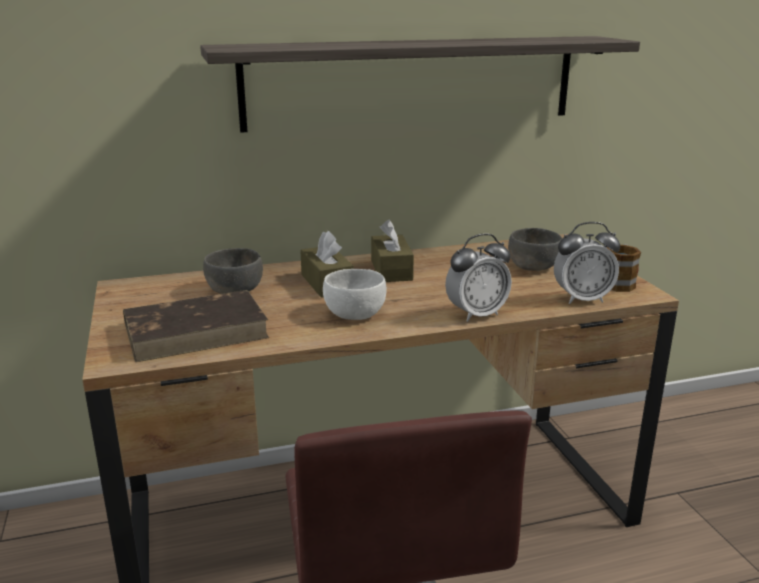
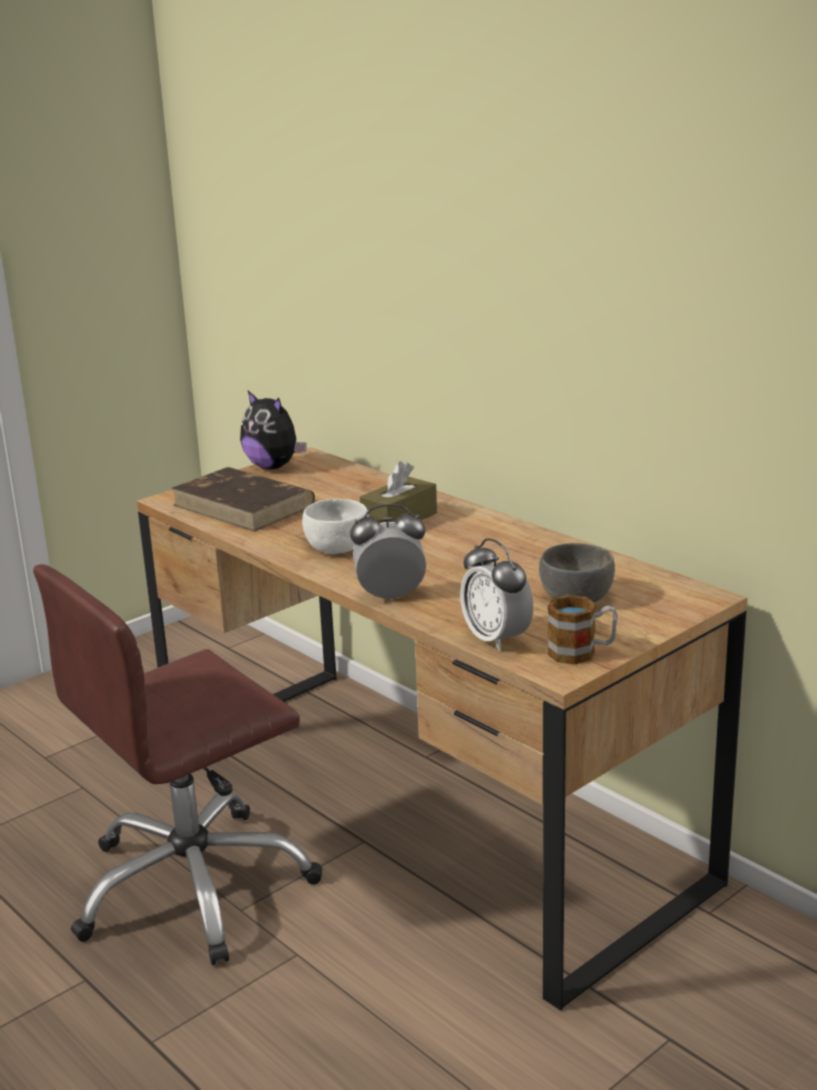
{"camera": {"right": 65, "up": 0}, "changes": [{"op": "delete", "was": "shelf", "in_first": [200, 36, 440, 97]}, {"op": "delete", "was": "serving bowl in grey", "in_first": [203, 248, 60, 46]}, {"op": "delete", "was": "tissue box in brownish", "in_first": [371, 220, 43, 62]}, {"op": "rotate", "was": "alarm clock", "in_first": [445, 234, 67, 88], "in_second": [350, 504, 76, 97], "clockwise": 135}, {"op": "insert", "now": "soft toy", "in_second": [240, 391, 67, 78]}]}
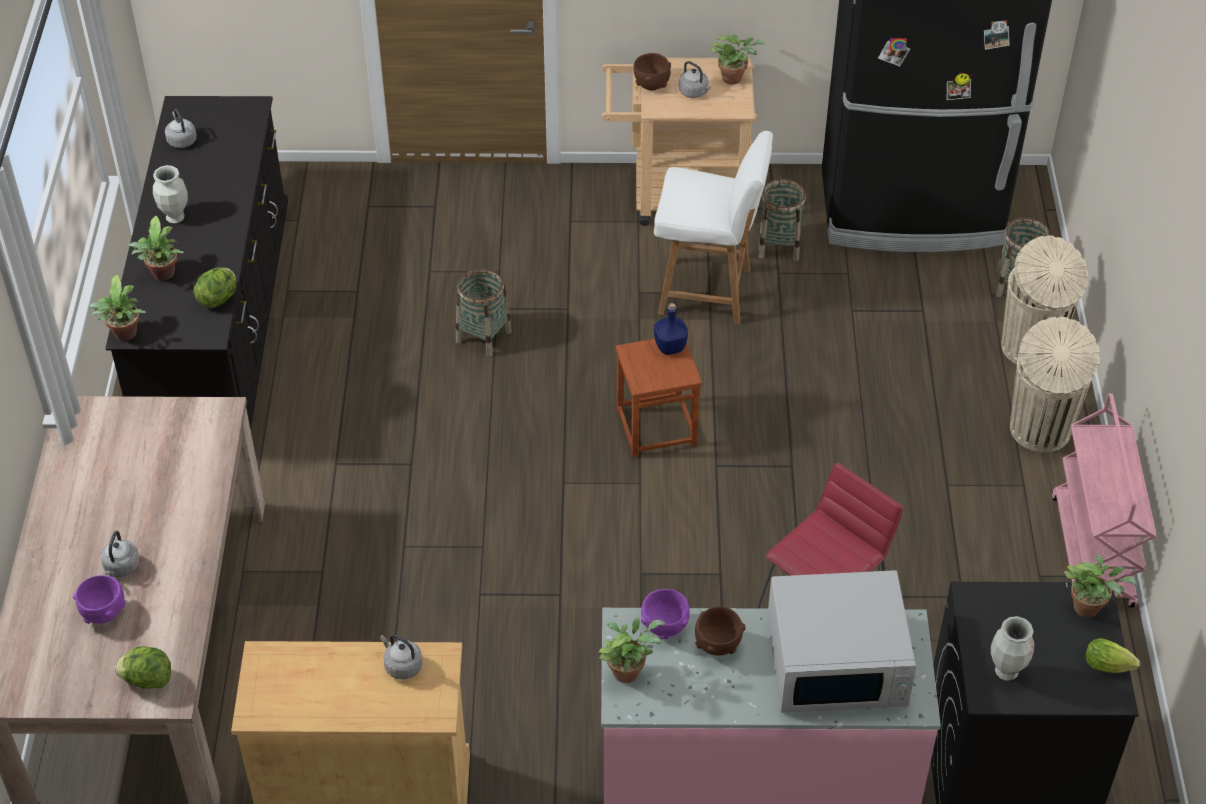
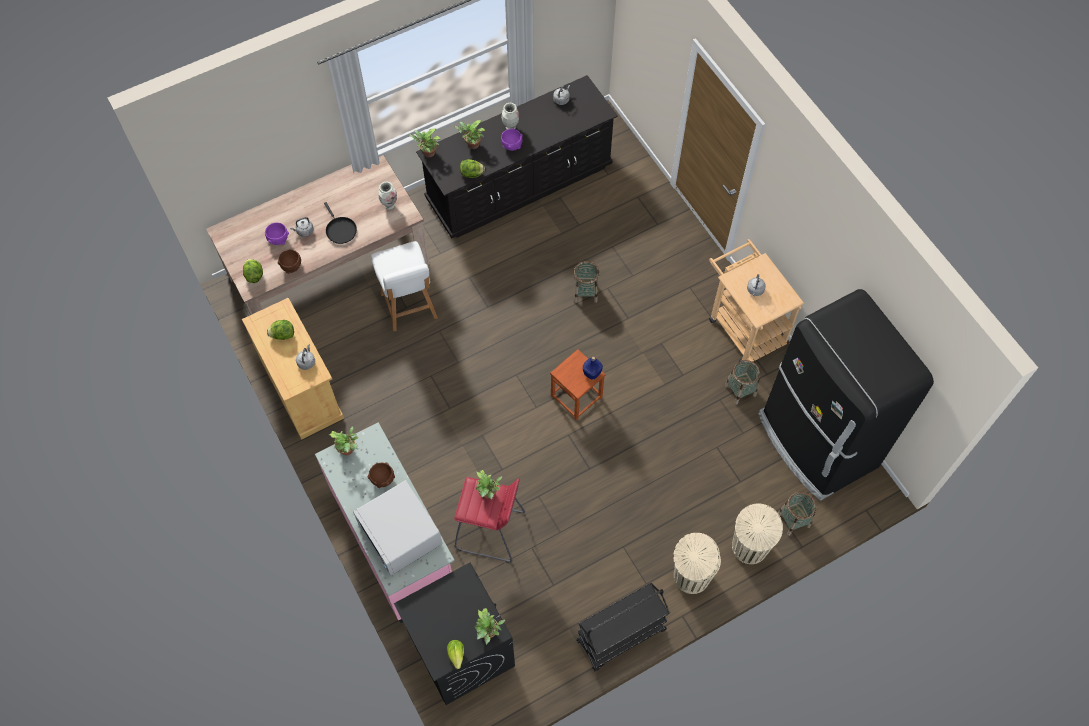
{"camera": {"right": 60, "up": 15}, "changes": [{"op": "move", "was": "serving bowl in brownish", "in_first": [633, 53, 38, 37], "in_second": [277, 249, 24, 25]}, {"op": "move", "was": "serving bowl in purplish", "in_first": [641, 589, 49, 50], "in_second": [501, 129, 22, 22]}, {"op": "move", "was": "plain chair in white", "in_first": [654, 131, 119, 194], "in_second": [371, 241, 67, 91]}, {"op": "move", "was": "houseplant", "in_first": [710, 35, 55, 49], "in_second": [476, 470, 26, 30]}, {"op": "move", "was": "decorative vase", "in_first": [991, 616, 43, 65], "in_second": [378, 182, 19, 28]}, {"op": "recolor", "was": "cart in pink-coloured", "now": "cart in black", "in_first": [1052, 394, 105, 214], "in_second": [576, 583, 94, 88]}, {"op": "insert", "now": "lettuce", "in_second": [267, 320, 27, 20]}, {"op": "insert", "now": "frying pan in black", "in_second": [324, 202, 33, 42]}]}
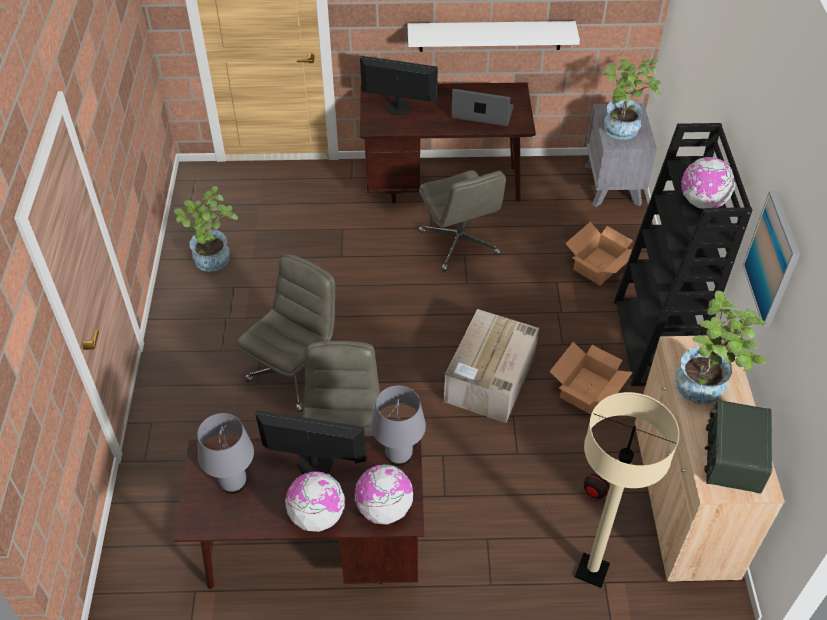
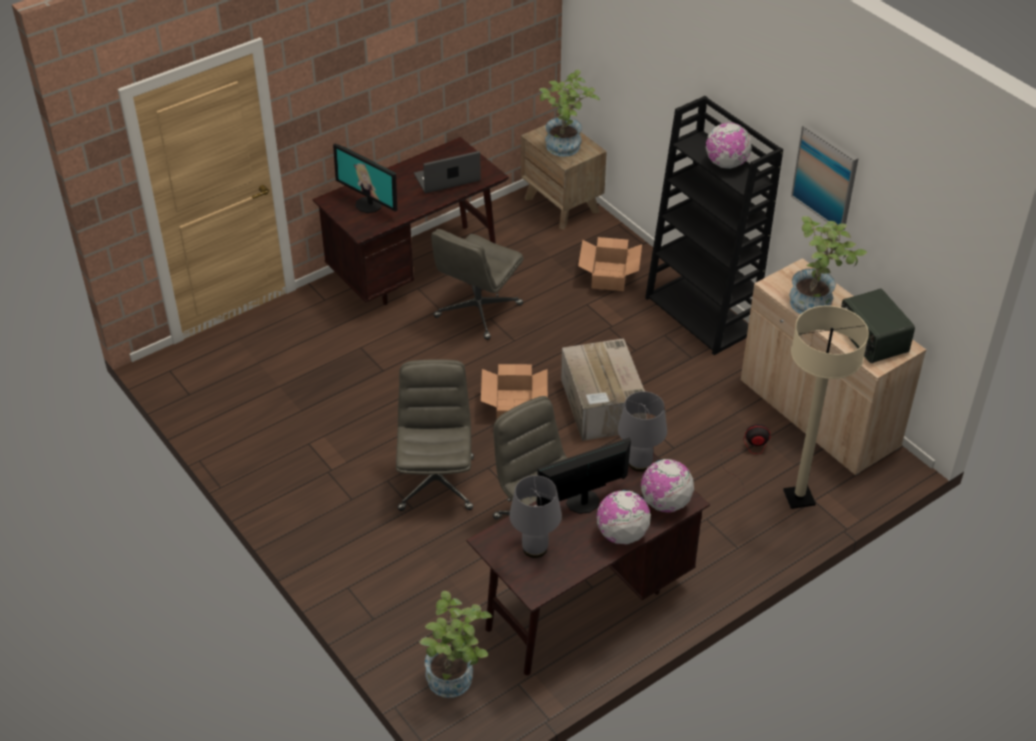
{"camera": {"right": -35, "up": -5}, "changes": [{"op": "move", "was": "houseplant", "in_first": [174, 186, 64, 86], "in_second": [419, 591, 73, 107]}, {"op": "rotate", "was": "computer screen", "in_first": [360, 56, 78, 59], "in_second": [333, 143, 64, 70], "clockwise": -120}, {"op": "delete", "was": "shelf in white", "in_first": [408, 21, 172, 31]}, {"op": "rotate", "was": "computer chair in grey", "in_first": [418, 170, 88, 102], "in_second": [431, 229, 92, 111], "clockwise": 90}, {"op": "move", "was": "cardboard box", "in_first": [549, 342, 84, 72], "in_second": [481, 364, 67, 54]}, {"op": "recolor", "was": "bedside table in grey", "now": "bedside table in brownish", "in_first": [584, 103, 73, 104], "in_second": [521, 125, 86, 105]}]}
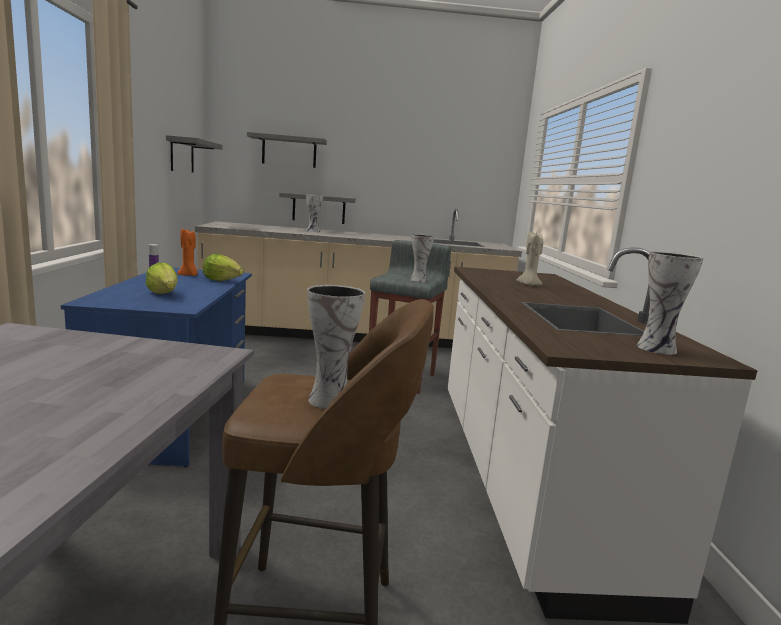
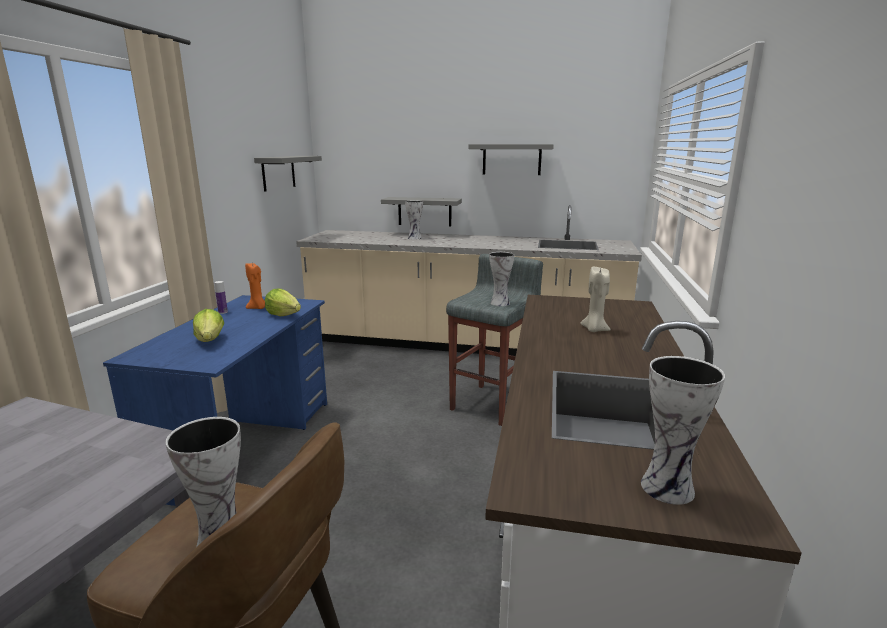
{"camera": {"right": 15, "up": 5}, "changes": [{"op": "move", "was": "shelf in grey", "in_first": [247, 132, 80, 36], "in_second": [468, 144, 86, 31]}]}
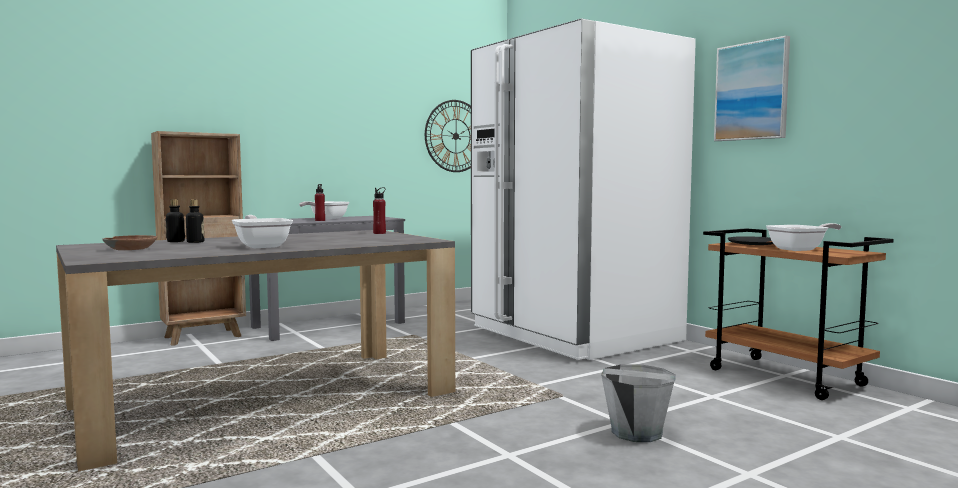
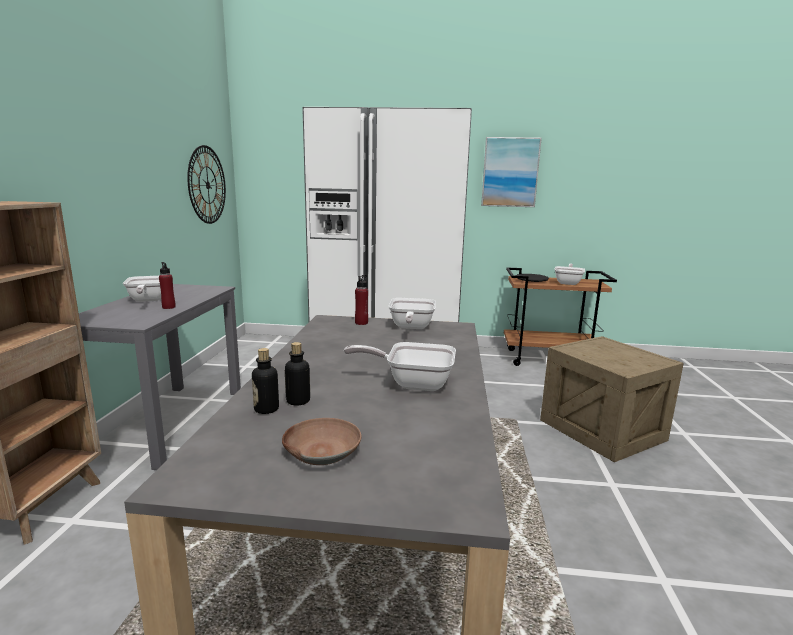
{"camera": {"right": -50, "up": 10}, "changes": [{"op": "replace", "was": "pail in grey", "now": "packing crate", "in_first": [601, 364, 75, 78], "in_second": [540, 336, 144, 126]}, {"op": "insert", "now": "frying pan", "in_second": [389, 298, 47, 31]}]}
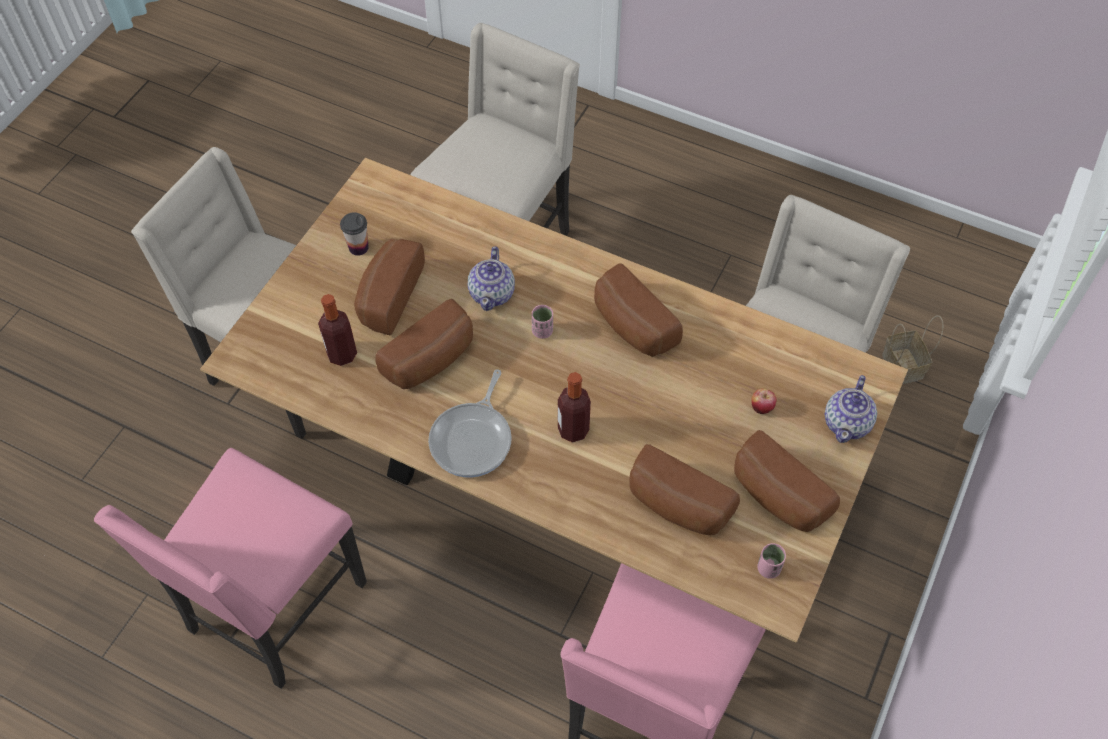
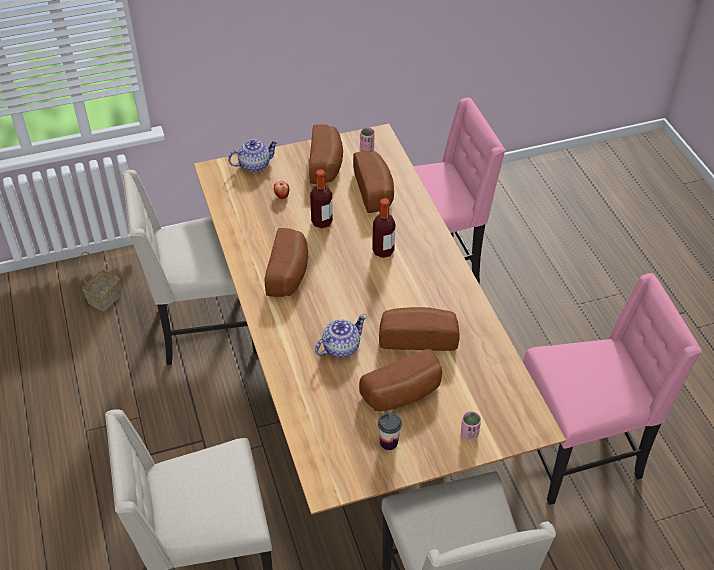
{"camera": {"right": -135, "up": -10}, "changes": [{"op": "move", "was": "drink bottle", "in_first": [318, 294, 39, 72], "in_second": [310, 169, 23, 60]}, {"op": "delete", "was": "frying pan", "in_first": [428, 369, 84, 109]}, {"op": "move", "was": "small cup in pink-coloured", "in_first": [532, 305, 21, 34], "in_second": [461, 411, 20, 29]}]}
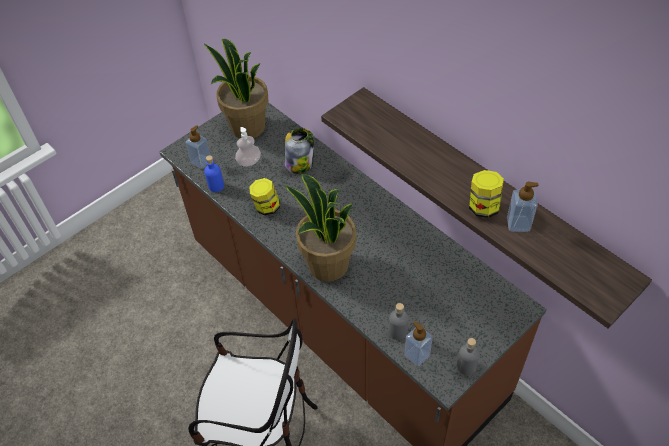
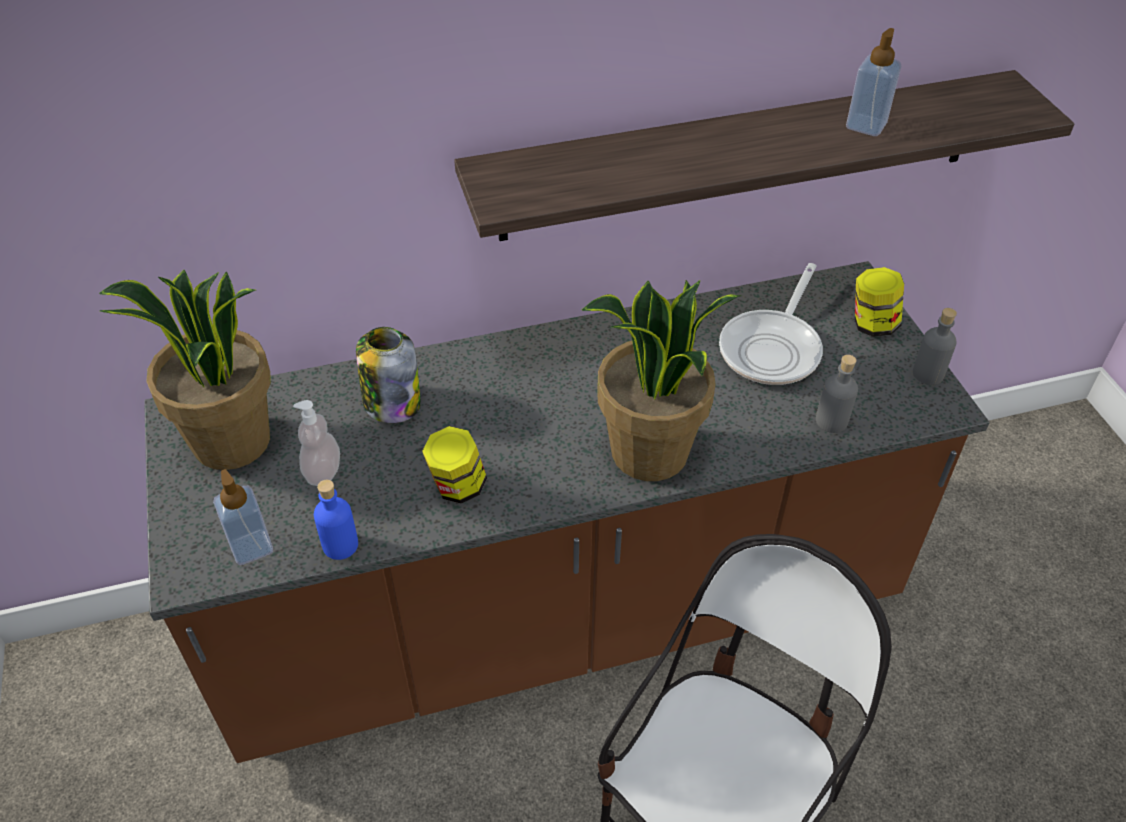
{"camera": {"right": -65, "up": -5}, "changes": [{"op": "delete", "was": "soap dispenser", "in_first": [404, 322, 29, 44]}, {"op": "move", "was": "jar", "in_first": [469, 170, 35, 48], "in_second": [855, 267, 49, 70]}, {"op": "insert", "now": "frying pan", "in_second": [719, 263, 104, 122]}]}
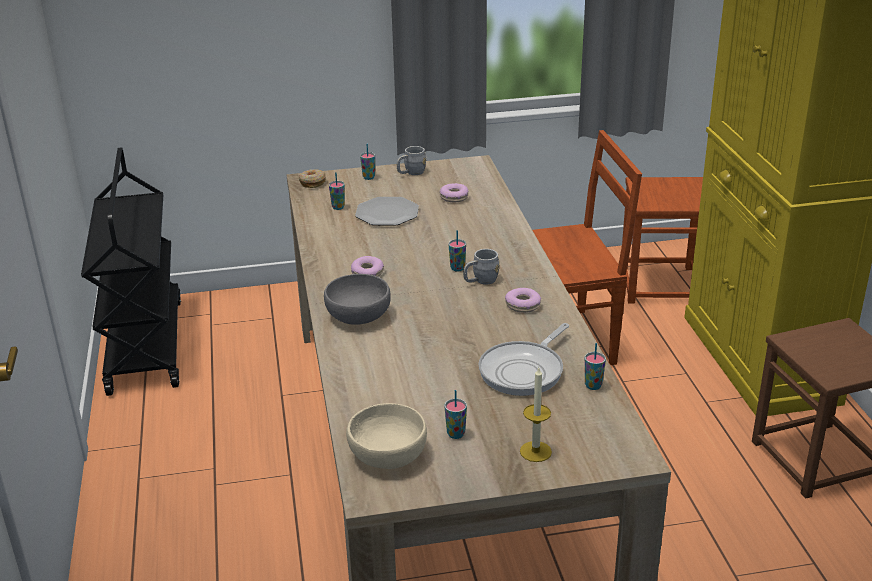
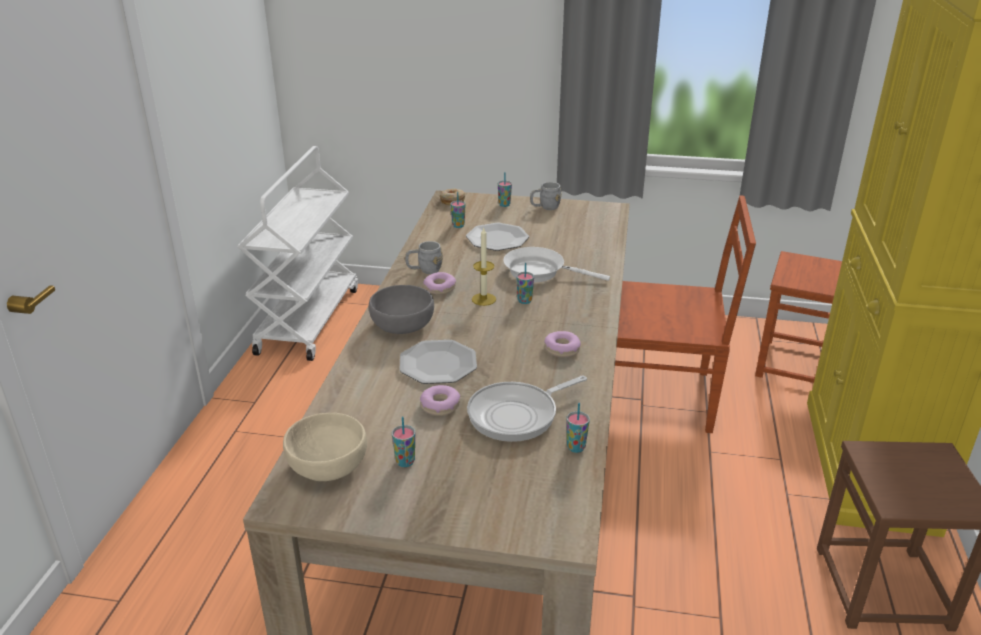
{"camera": {"right": 20, "up": 0}, "changes": [{"op": "recolor", "was": "cart in black", "now": "cart in white", "in_first": [81, 147, 100, 249], "in_second": [238, 146, 120, 215]}, {"op": "move", "was": "donut", "in_first": [440, 183, 28, 19], "in_second": [420, 385, 40, 31]}, {"op": "move", "was": "mug in grey", "in_first": [463, 249, 37, 36], "in_second": [405, 241, 38, 33]}, {"op": "move", "was": "wax light", "in_first": [520, 368, 32, 94], "in_second": [472, 228, 24, 78]}, {"op": "insert", "now": "plate", "in_second": [400, 340, 77, 44]}, {"op": "insert", "now": "frying pan in white", "in_second": [504, 247, 106, 35]}]}
